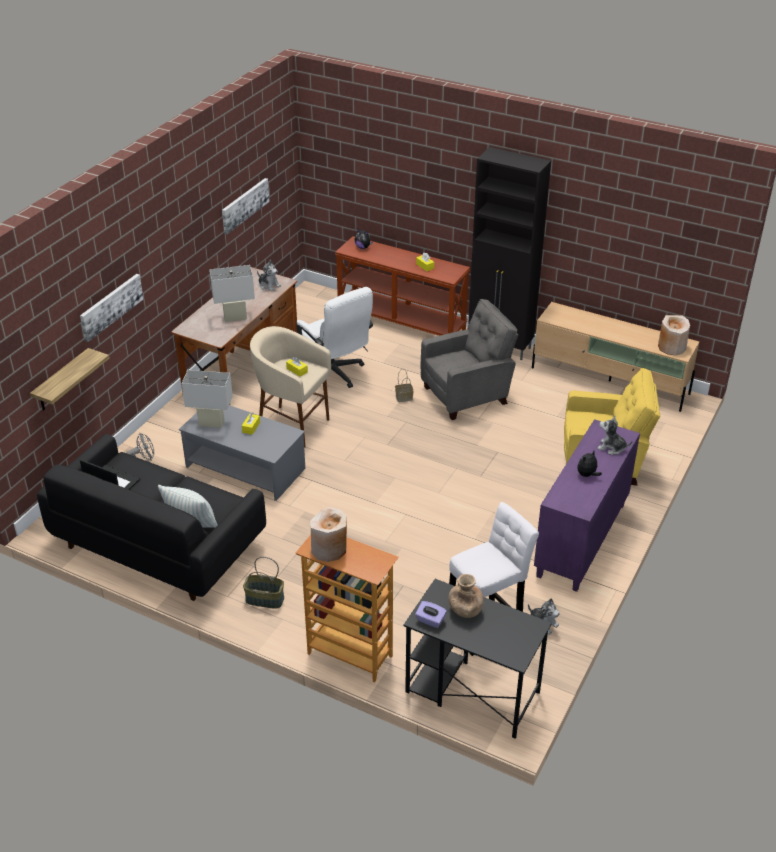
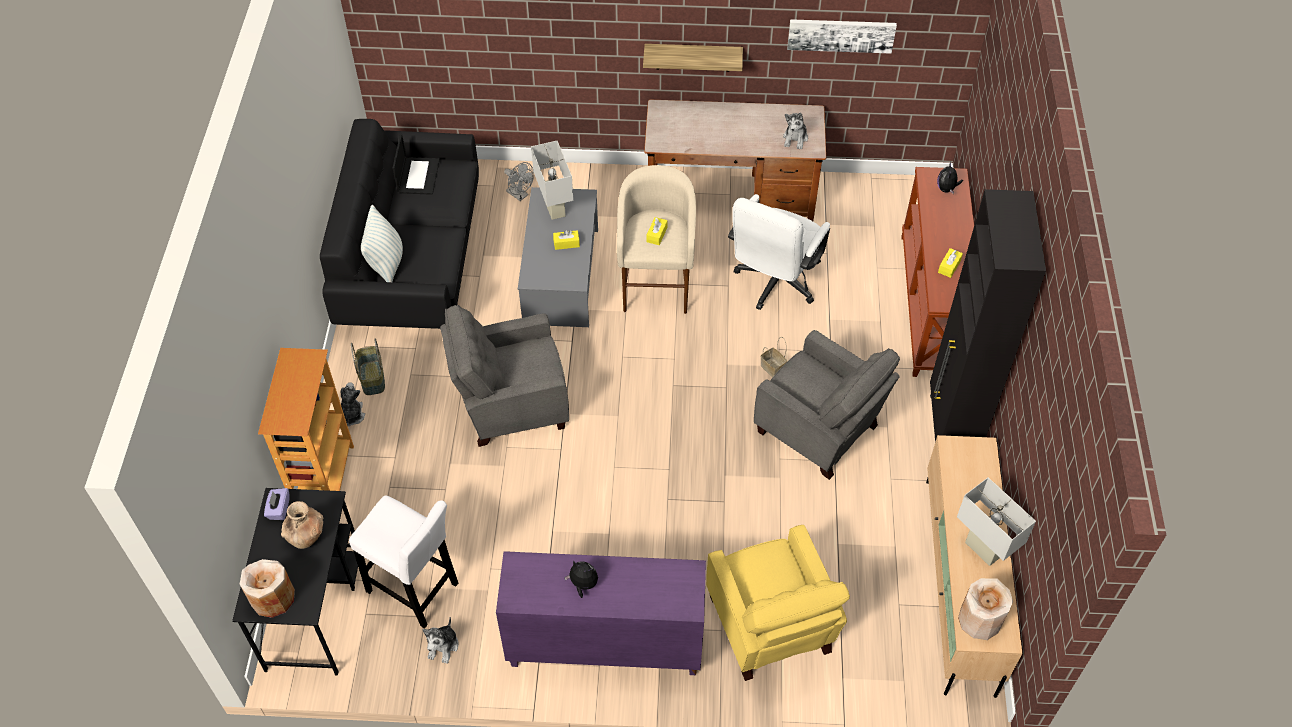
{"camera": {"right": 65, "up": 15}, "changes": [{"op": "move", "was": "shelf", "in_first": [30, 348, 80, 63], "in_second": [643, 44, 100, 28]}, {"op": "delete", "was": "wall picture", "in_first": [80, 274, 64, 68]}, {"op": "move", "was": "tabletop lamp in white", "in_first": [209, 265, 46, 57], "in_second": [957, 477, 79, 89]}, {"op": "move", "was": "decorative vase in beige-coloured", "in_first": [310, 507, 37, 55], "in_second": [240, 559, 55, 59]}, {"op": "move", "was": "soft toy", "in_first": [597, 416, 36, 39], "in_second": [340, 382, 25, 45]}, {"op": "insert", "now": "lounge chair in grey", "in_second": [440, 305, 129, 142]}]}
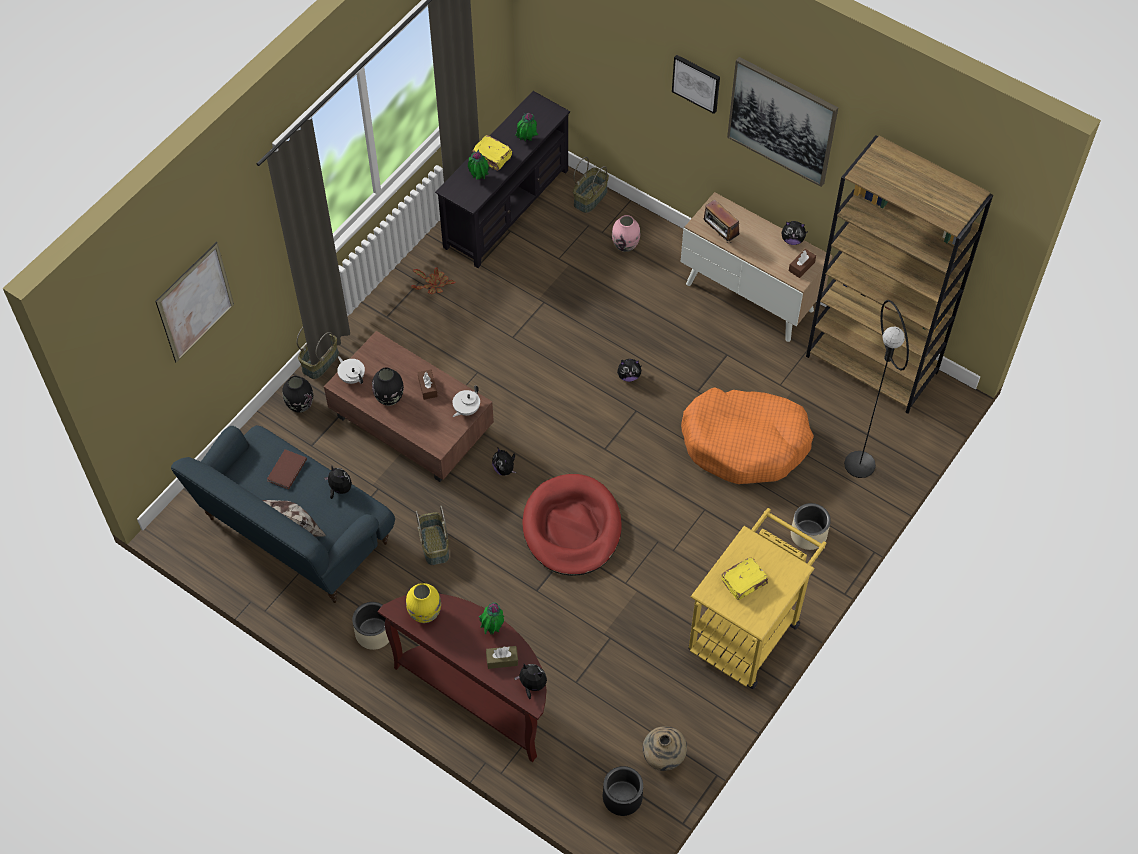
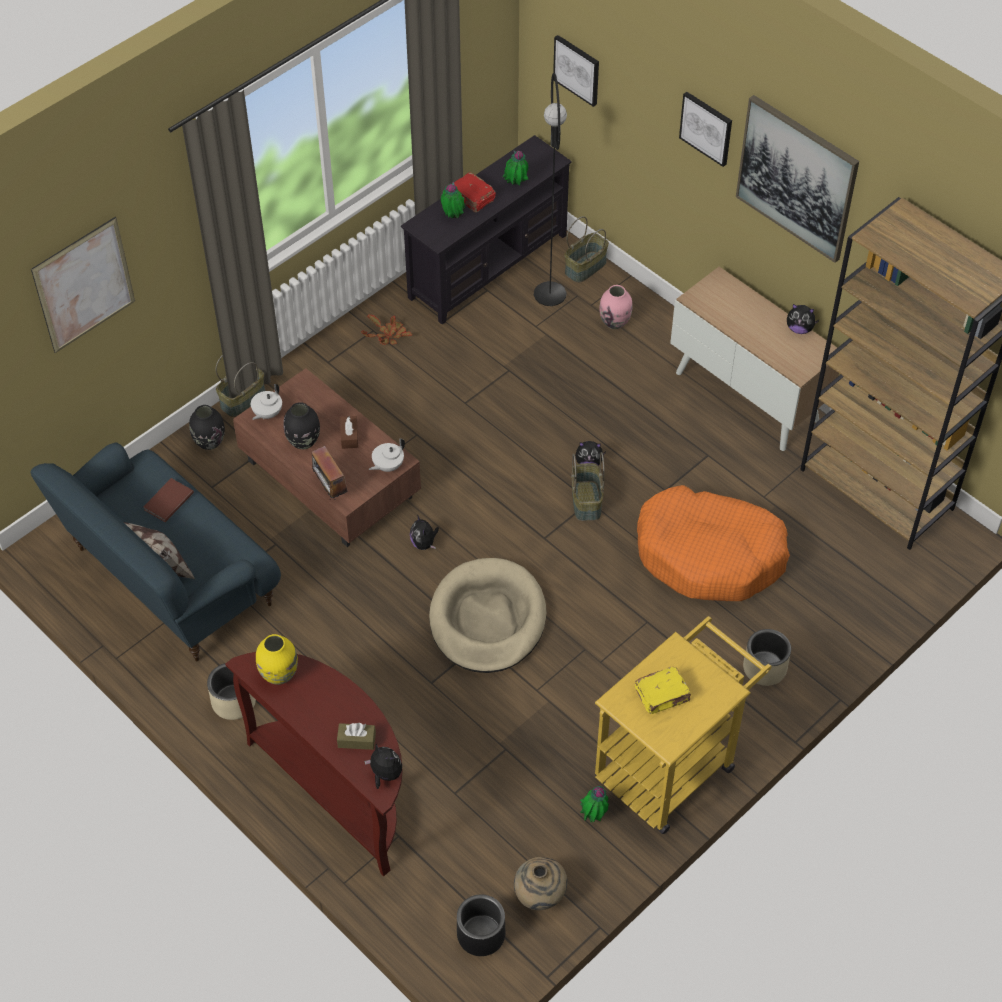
{"camera": {"right": 10, "up": -5}, "changes": [{"op": "delete", "was": "soft toy", "in_first": [324, 466, 28, 33]}, {"op": "rotate", "was": "pot for tea in white", "in_first": [337, 356, 28, 28], "in_second": [251, 384, 31, 36], "clockwise": -120}, {"op": "move", "was": "storage basket", "in_first": [416, 506, 33, 59], "in_second": [571, 452, 34, 69]}, {"op": "recolor", "was": "book in yellow", "now": "book in red", "in_first": [472, 135, 40, 36], "in_second": [454, 172, 42, 41]}, {"op": "move", "was": "houseplant", "in_first": [479, 603, 25, 31], "in_second": [580, 786, 29, 37]}, {"op": "recolor", "was": "pet bed in red", "now": "pet bed in beige-coloured", "in_first": [522, 474, 100, 102], "in_second": [429, 558, 117, 115]}, {"op": "move", "was": "radio set", "in_first": [704, 199, 36, 44], "in_second": [312, 446, 36, 54]}, {"op": "delete", "was": "tissue box in brownish", "in_first": [789, 249, 27, 29]}, {"op": "move", "was": "standard lamp in black", "in_first": [844, 300, 65, 178], "in_second": [534, 73, 33, 233]}, {"op": "insert", "now": "wall picture", "in_second": [553, 35, 46, 72]}]}
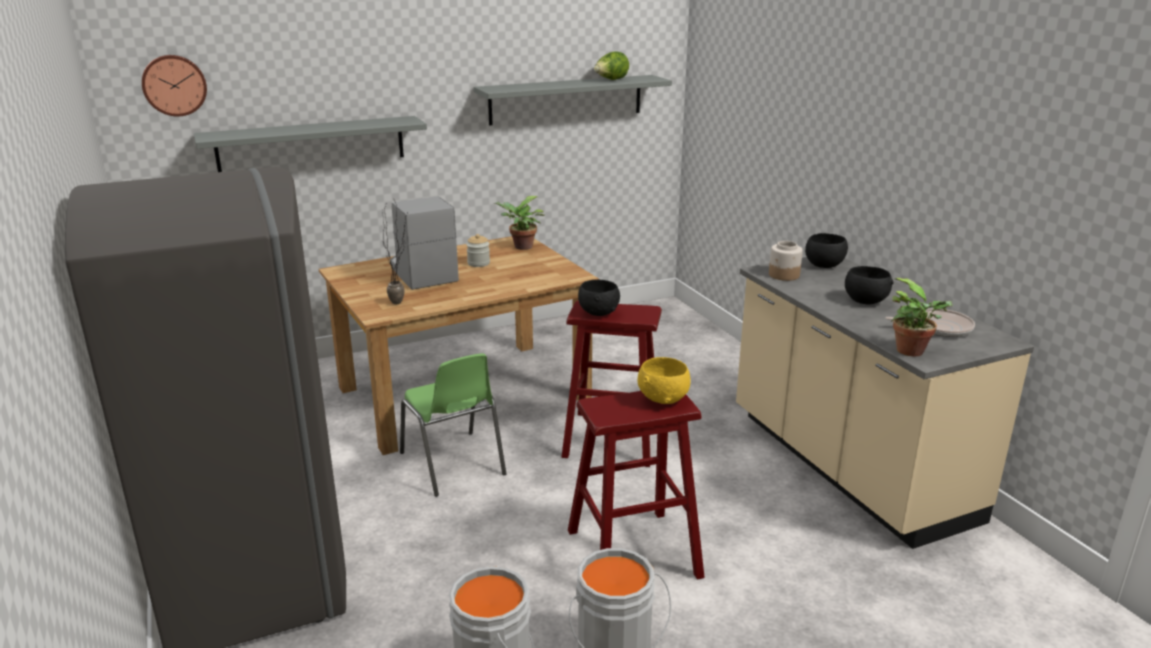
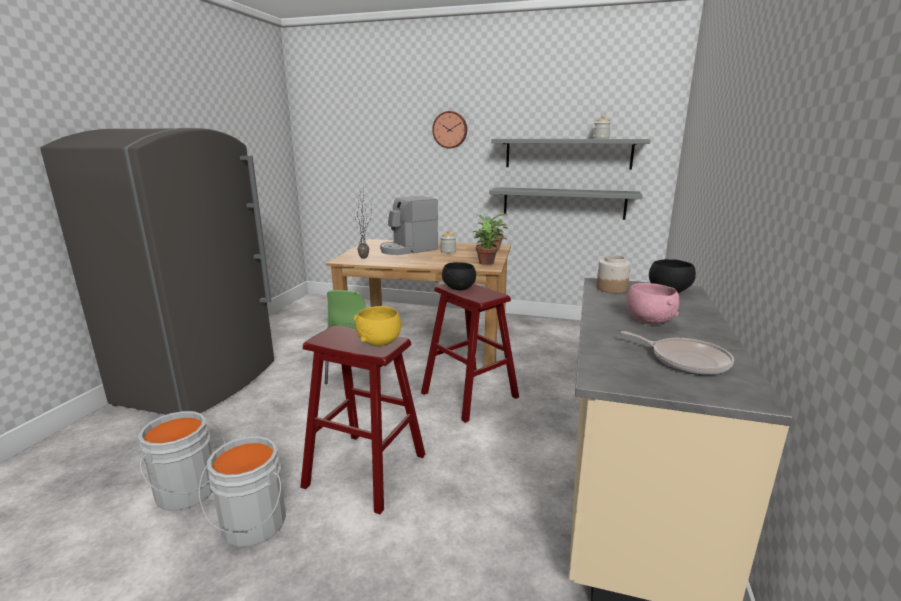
{"camera": {"right": 40, "up": -5}, "changes": [{"op": "move", "was": "hanging clock", "in_first": [142, 55, 65, 62], "in_second": [432, 111, 35, 37]}, {"op": "move", "was": "shelf in grey", "in_first": [194, 116, 233, 56], "in_second": [489, 187, 154, 33]}, {"op": "rotate", "was": "coffee maker", "in_first": [390, 196, 69, 94], "in_second": [380, 196, 58, 59], "clockwise": -135}, {"op": "replace", "was": "lettuce", "now": "jar", "in_first": [594, 51, 35, 29], "in_second": [593, 115, 18, 24]}, {"op": "recolor", "was": "serving bowl in black", "now": "serving bowl in pink-coloured", "in_first": [845, 266, 49, 38], "in_second": [626, 283, 54, 42]}, {"op": "move", "was": "houseplant", "in_first": [891, 278, 62, 78], "in_second": [473, 221, 34, 44]}]}
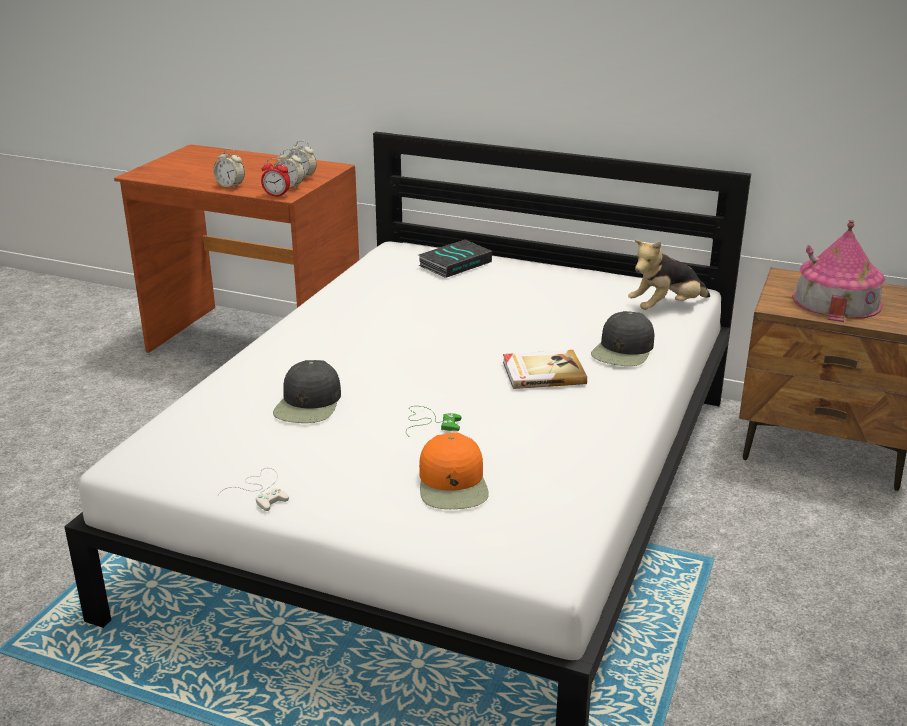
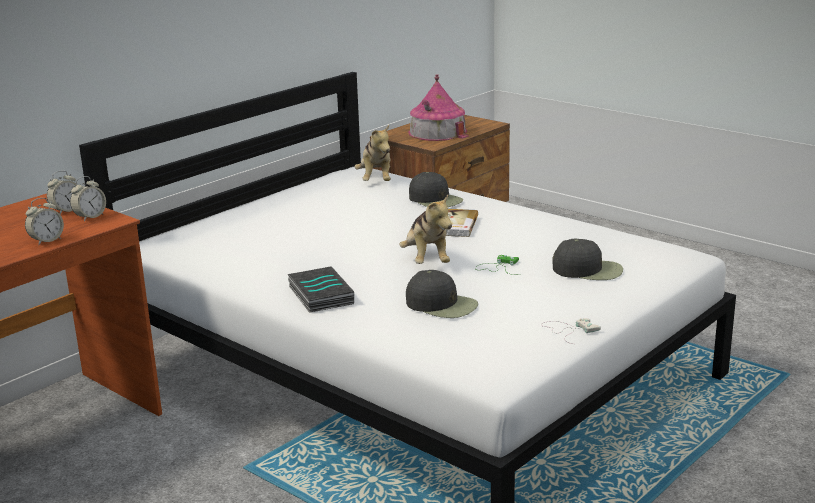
{"camera": {"right": -70, "up": -5}, "changes": [{"op": "delete", "was": "alarm clock", "in_first": [261, 158, 29, 39]}, {"op": "move", "was": "book", "in_first": [418, 240, 74, 38], "in_second": [288, 266, 66, 47]}, {"op": "recolor", "was": "peaked cap in orange-coloured", "now": "peaked cap in black", "in_first": [419, 432, 70, 77], "in_second": [552, 239, 71, 41]}, {"op": "insert", "now": "soft toy", "in_second": [399, 195, 53, 69]}]}
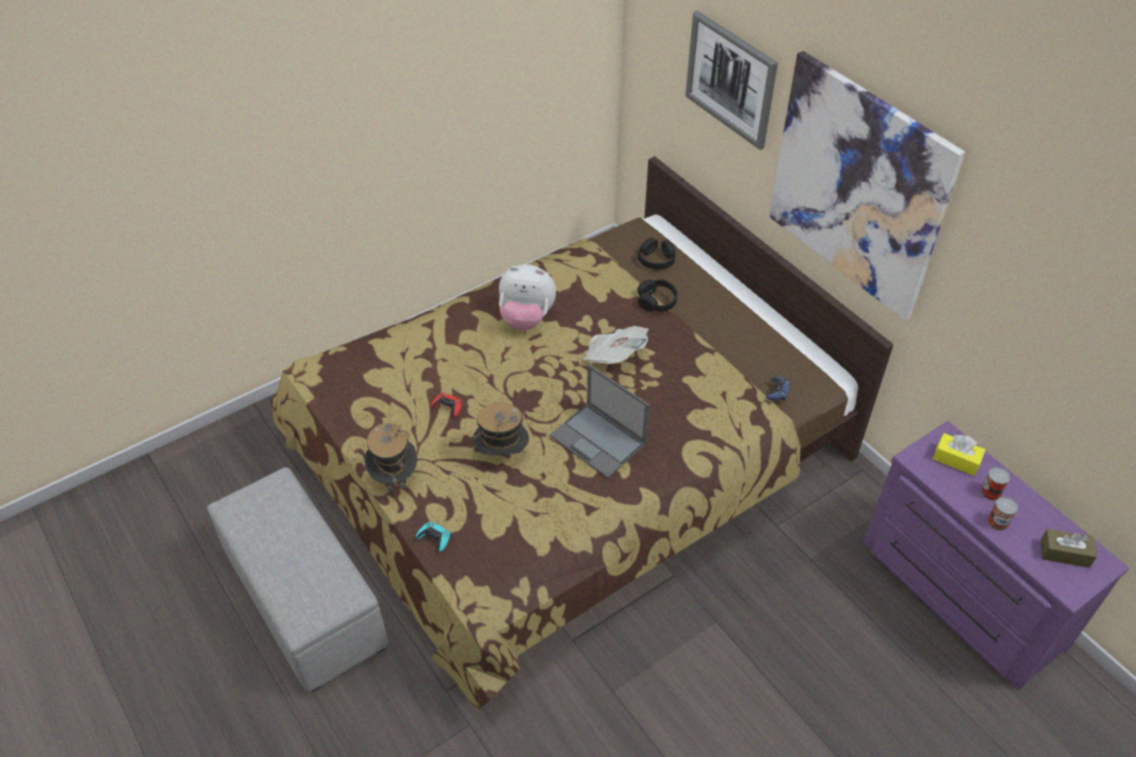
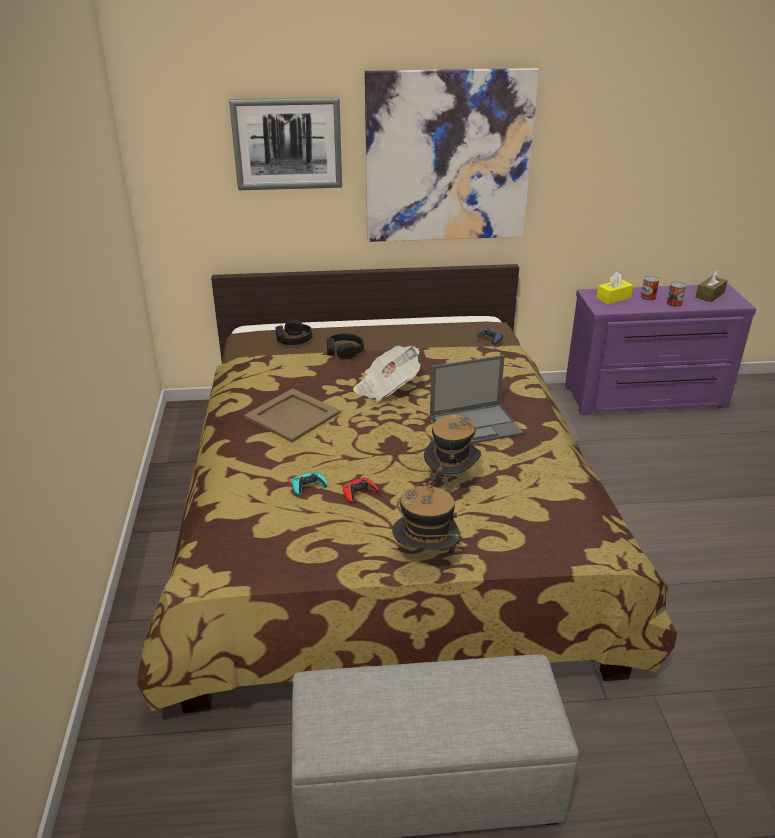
{"camera": {"right": -60, "up": -15}, "changes": [{"op": "move", "was": "game controller in turquoise", "in_first": [416, 522, 35, 30], "in_second": [292, 471, 36, 25]}, {"op": "replace", "was": "soft toy", "now": "tray in beige-coloured", "in_first": [499, 264, 57, 67], "in_second": [244, 388, 96, 54]}]}
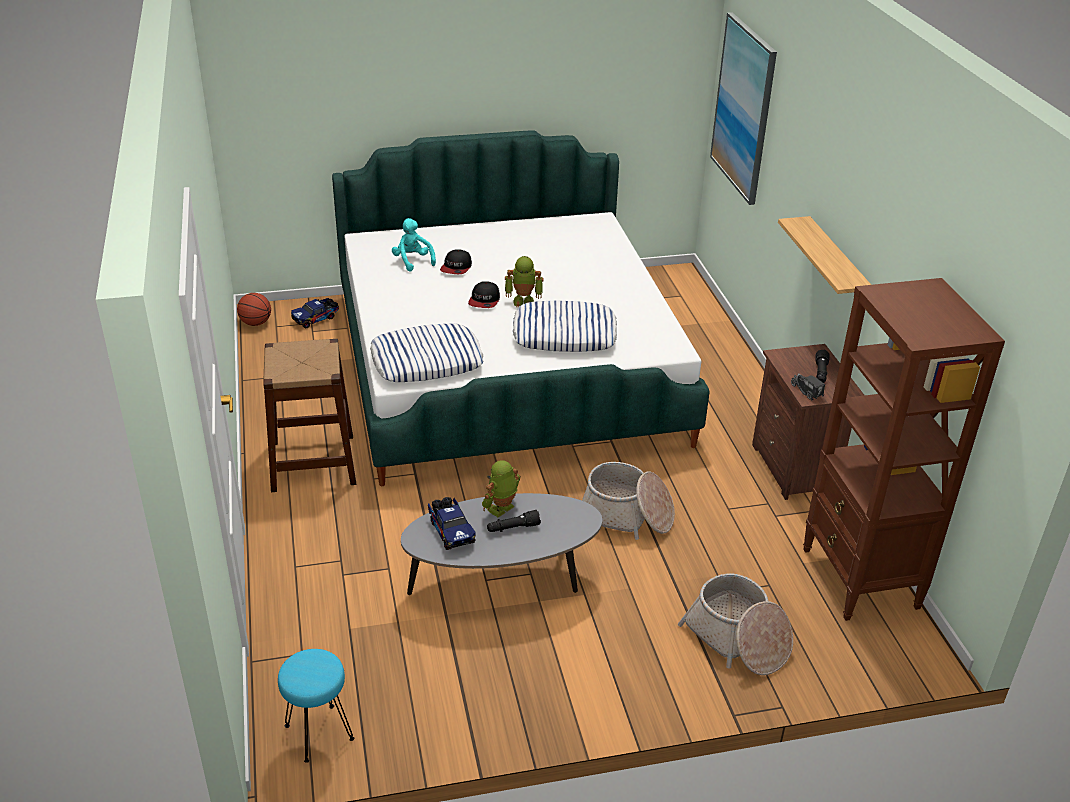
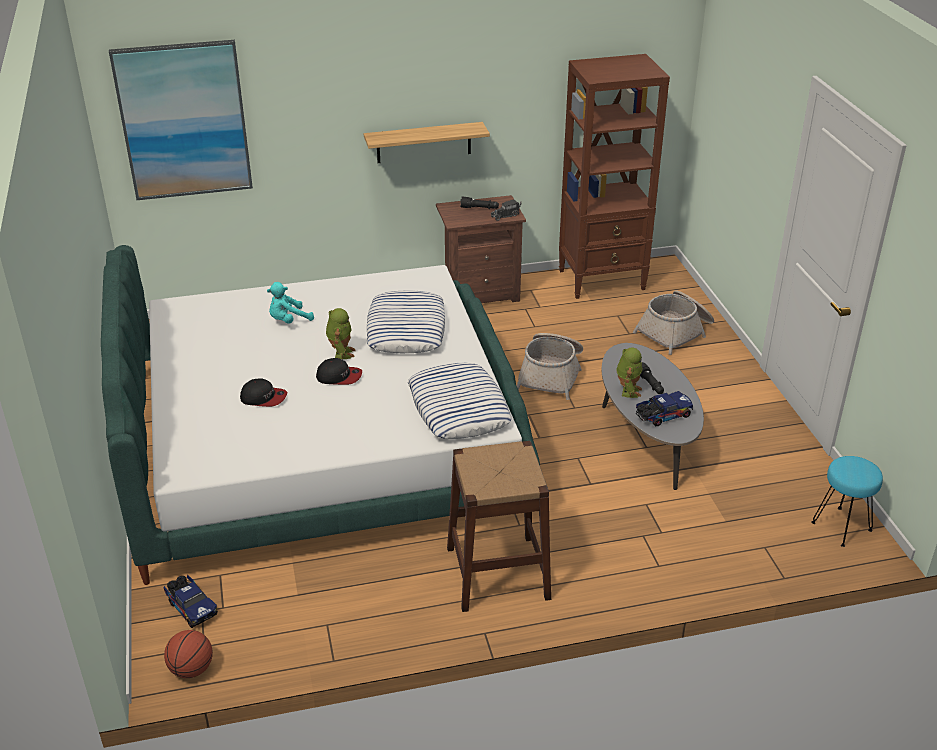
{"camera": {"right": -90, "up": 0}, "changes": [{"op": "move", "was": "soft toy in turquoise", "in_first": [392, 218, 44, 54], "in_second": [267, 282, 47, 42]}, {"op": "rotate", "was": "model robot", "in_first": [482, 460, 39, 57], "in_second": [617, 348, 25, 50], "clockwise": -120}]}
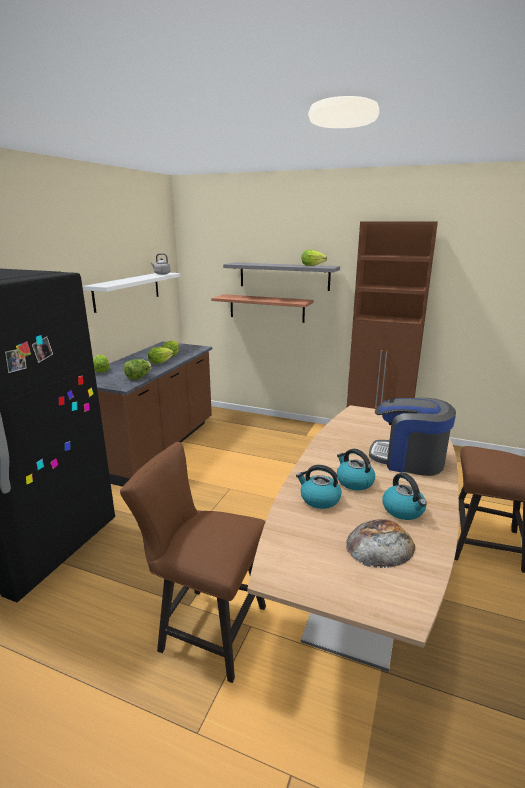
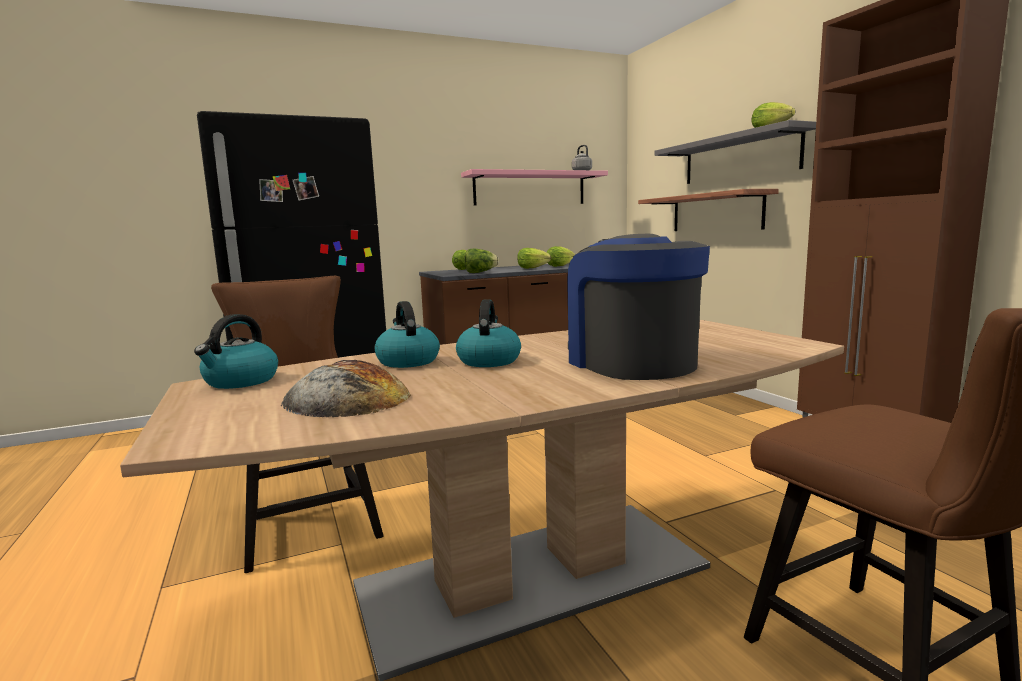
{"camera": {"right": 45, "up": -10}, "changes": [{"op": "recolor", "was": "shelf in white", "now": "shelf in pink-coloured", "in_first": [83, 273, 98, 40], "in_second": [461, 169, 147, 36]}, {"op": "move", "was": "kettle", "in_first": [382, 473, 45, 47], "in_second": [194, 314, 84, 75]}]}
